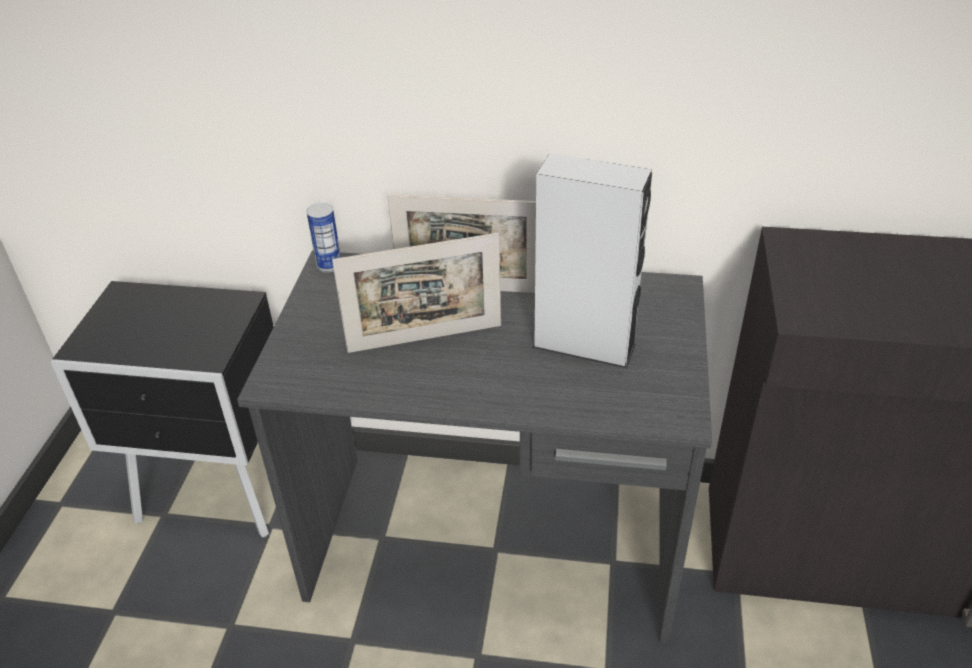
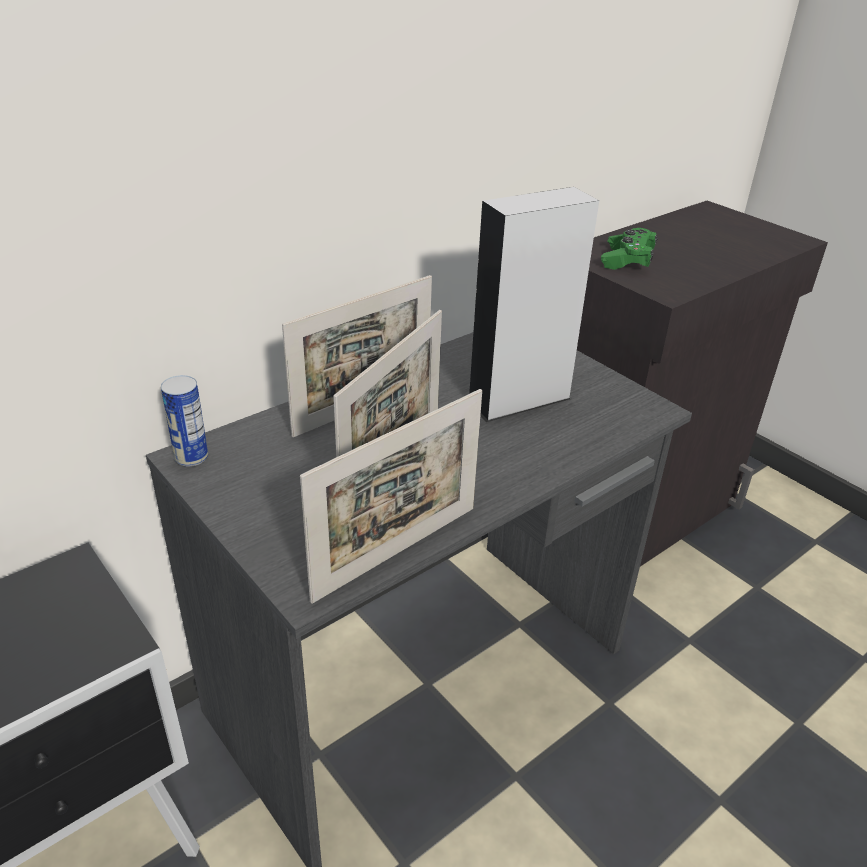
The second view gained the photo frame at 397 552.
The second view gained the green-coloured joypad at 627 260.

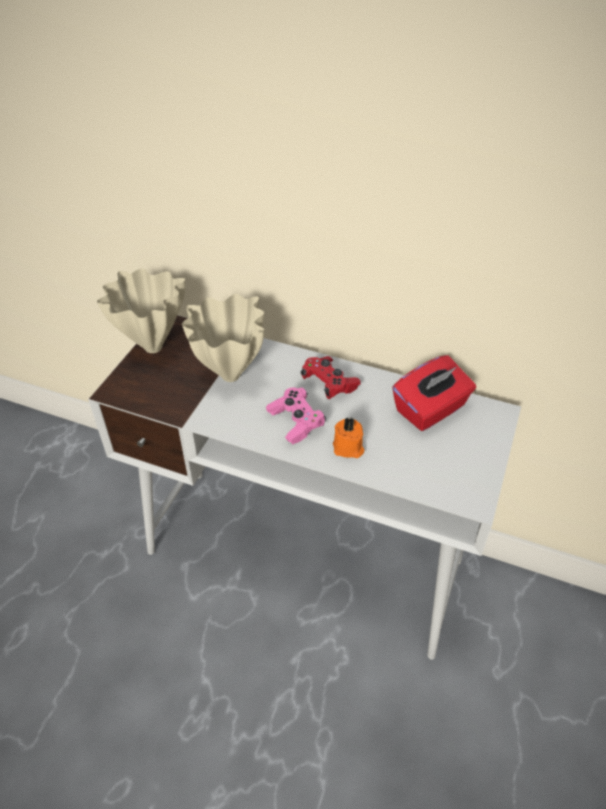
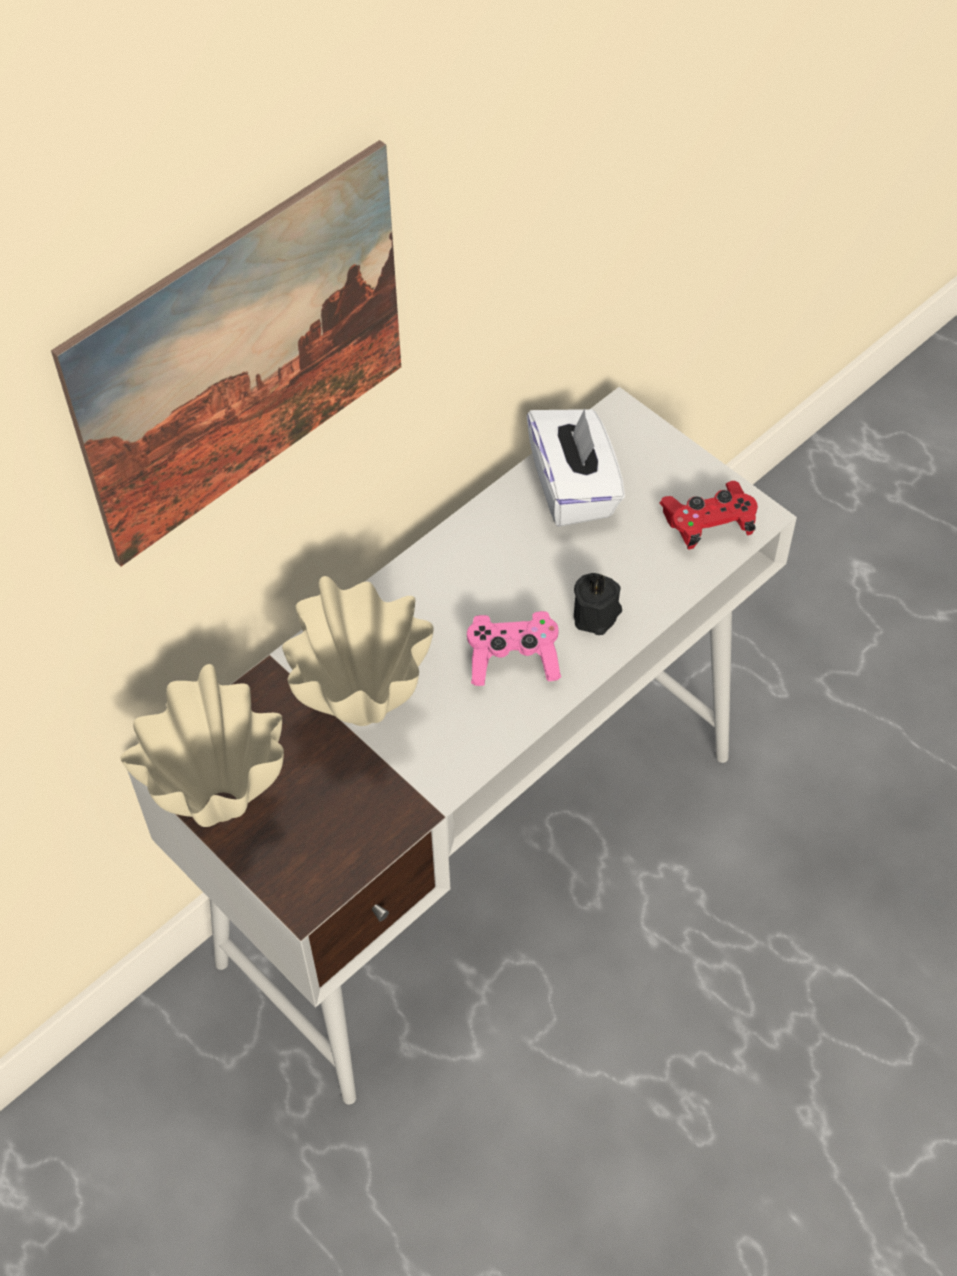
The red joypad ended up elsewhere, having gone from 329 384 to 708 524.
What was the orange candle at 348 448 turned into the blackish candle at 597 615.
What was the red tissue holder at 430 410 turned into the whitish tissue holder at 574 488.
The second view gained the wall picture at 243 357.

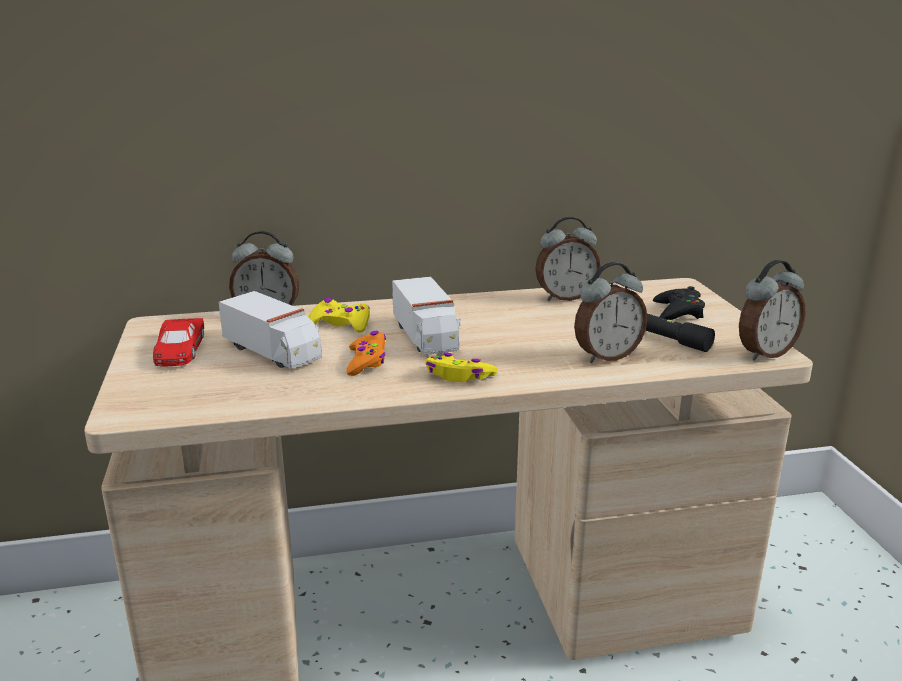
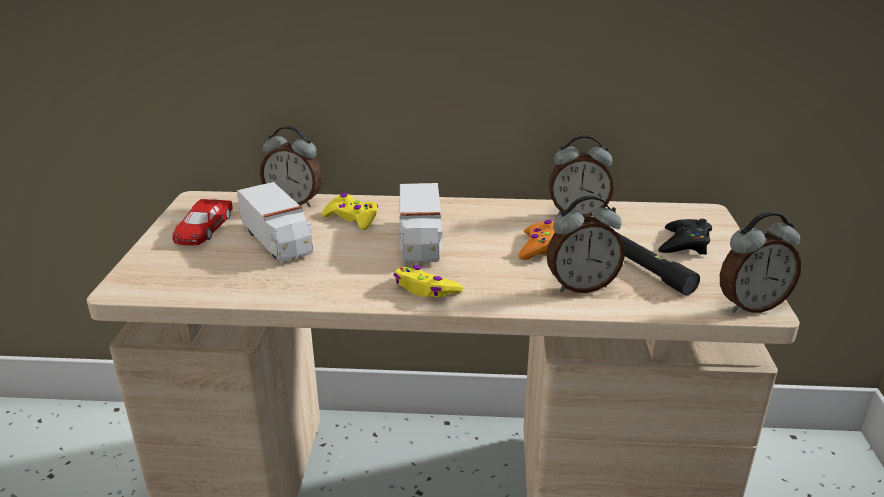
The orange joypad ended up elsewhere, having gone from 367 361 to 538 247.

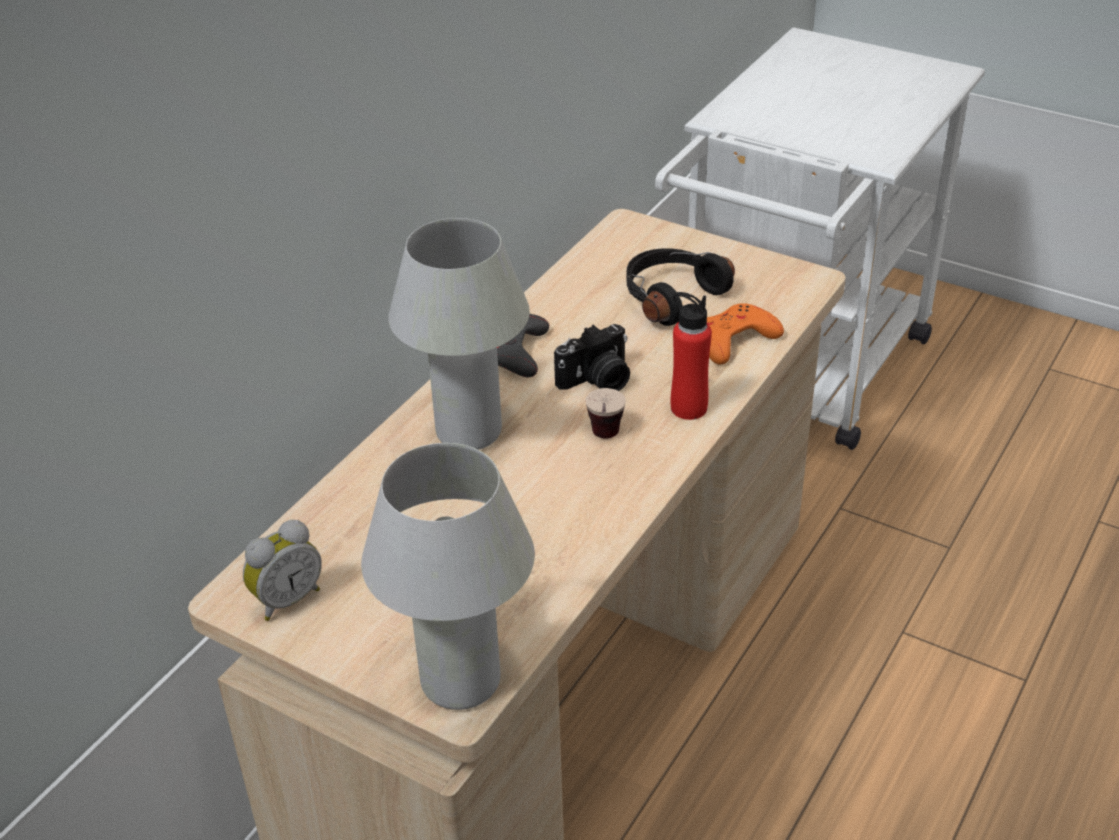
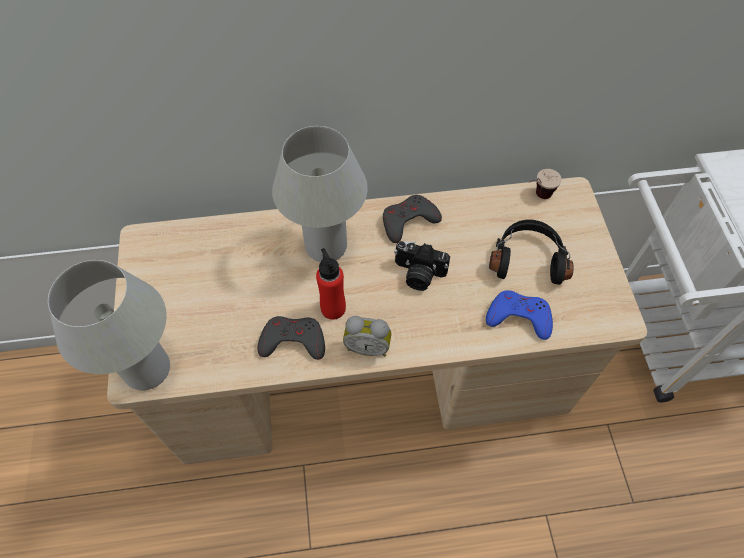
The alarm clock ended up elsewhere, having gone from 286 599 to 367 346.
The drinking cup ended up elsewhere, having gone from 604 441 to 536 197.
The red bottle ended up elsewhere, having gone from 688 408 to 333 308.
What was the orange joypad at 734 340 turned into the bluish joypad at 518 317.
The second view gained the grey joypad at 293 341.

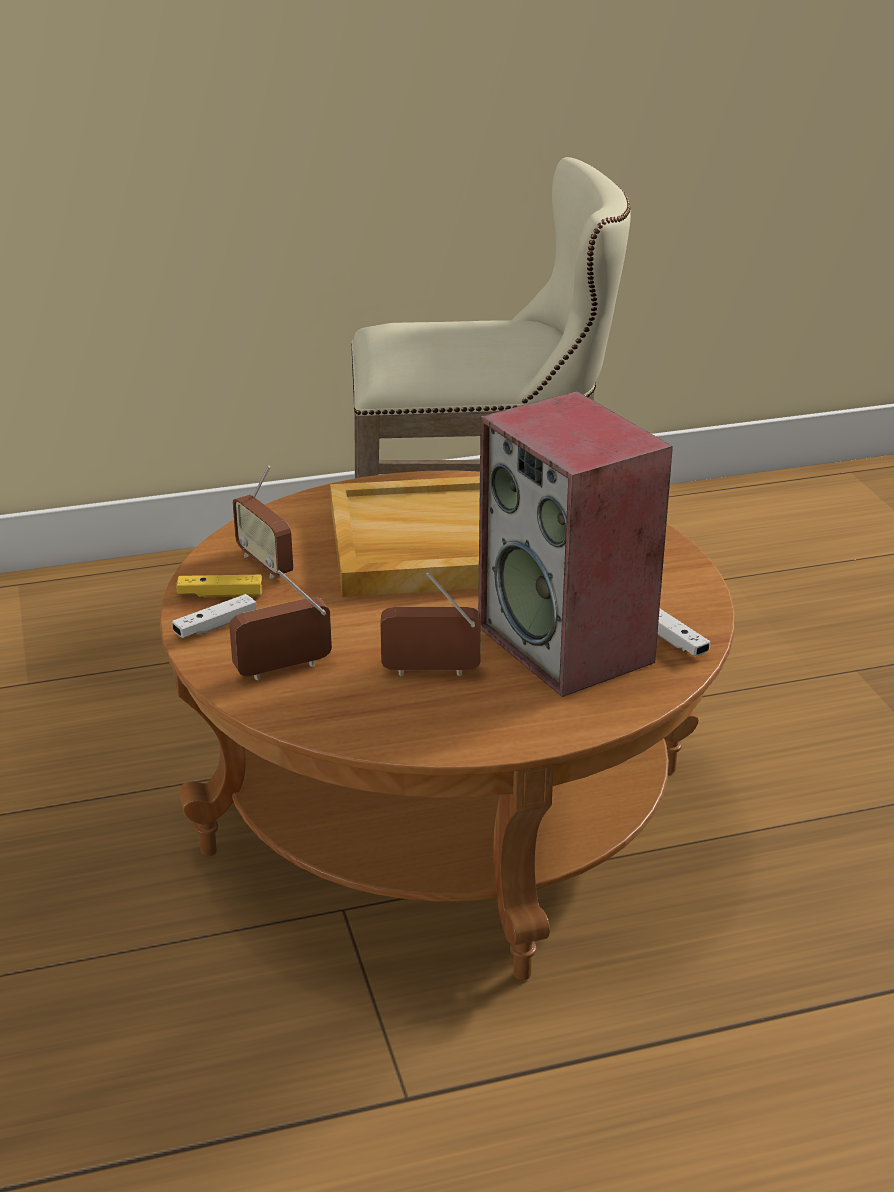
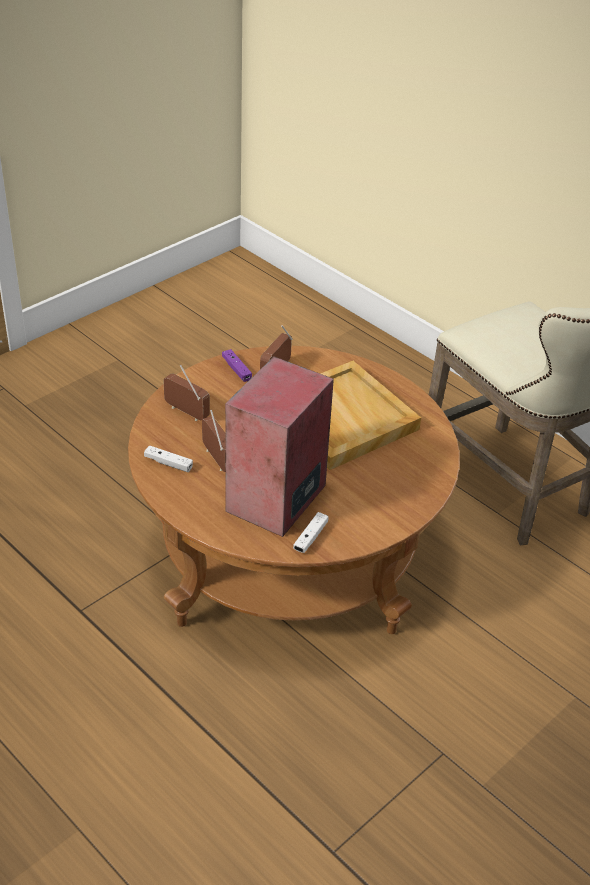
The whitish joypad ended up elsewhere, having gone from 215 626 to 168 463.
What was the yellow-coloured joypad at 220 594 turned into the purple joypad at 236 369.

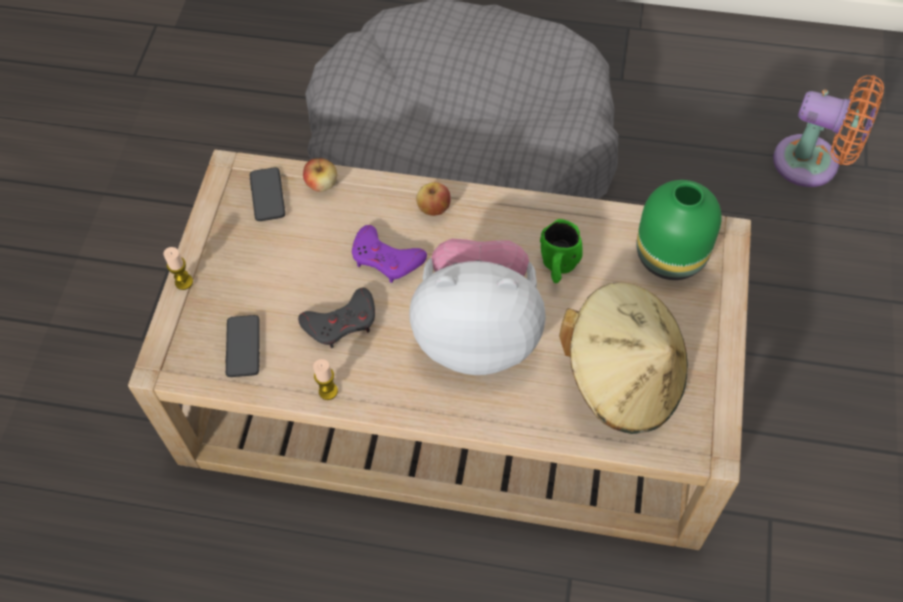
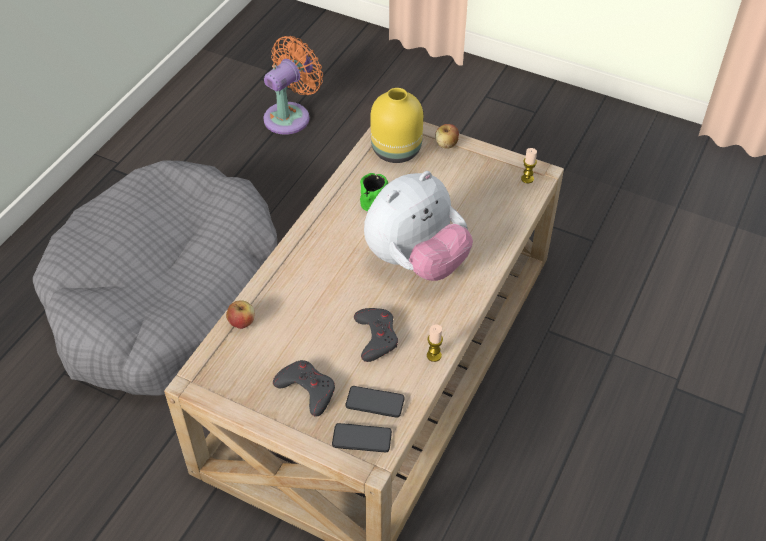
The candle ended up elsewhere, having gone from 184 282 to 527 179.
The handset ended up elsewhere, having gone from 267 195 to 362 438.
The second view lost the purple joypad at 386 258.
The plush toy at 478 333 ended up facing another way, 150 degrees counterclockwise from before.
The apple ended up elsewhere, having gone from 434 208 to 446 144.
The second view lost the beige clothing hat at 623 378.
What was the green-coloured decorative vase at 672 256 turned into the yellow-coloured decorative vase at 396 149.
The second view gained the grey joypad at 307 389.

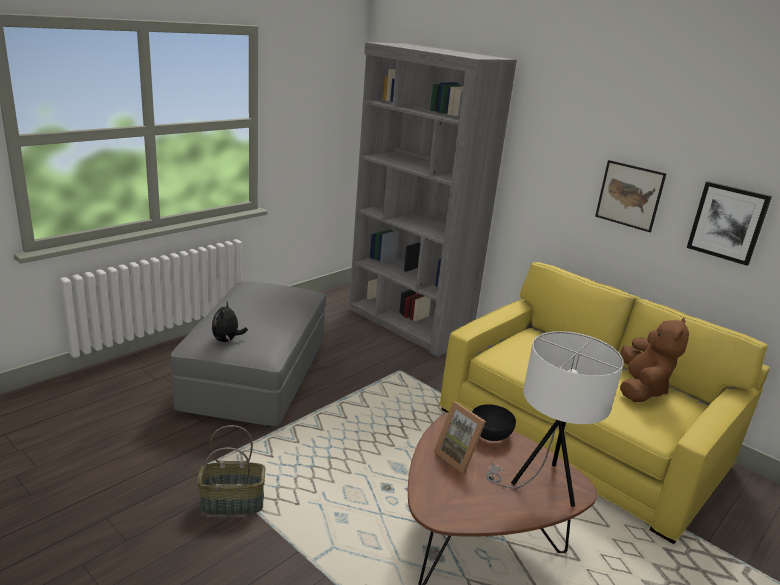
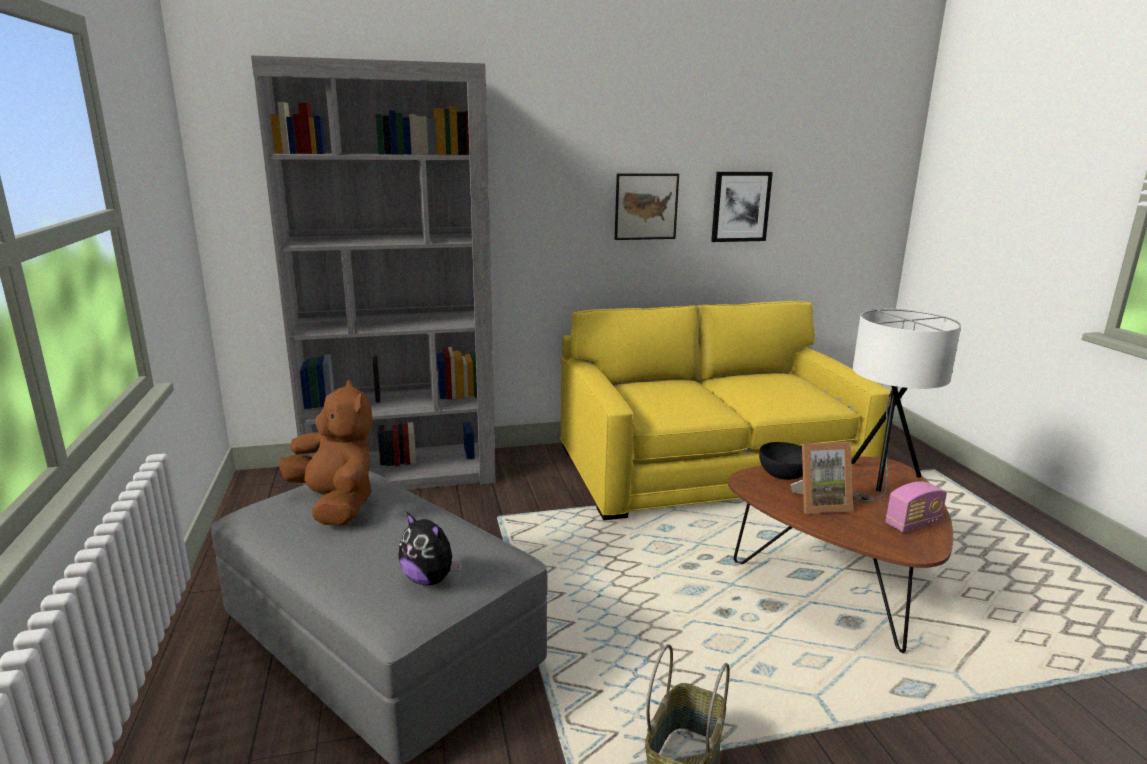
The brownish plush toy ended up elsewhere, having gone from 641 389 to 336 504.
The second view gained the radio receiver at 913 524.

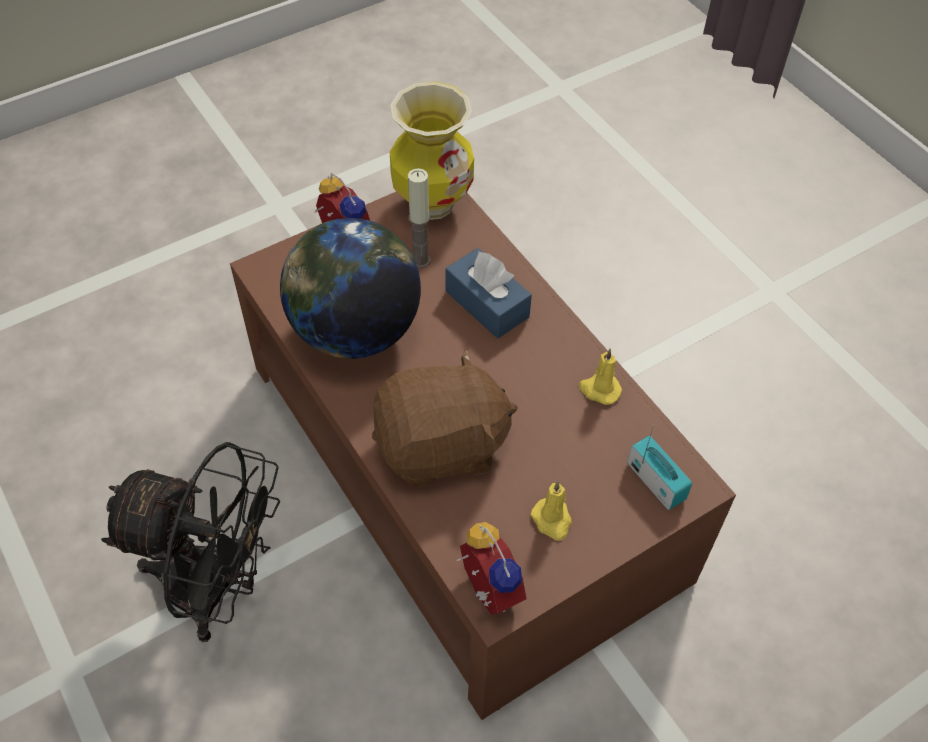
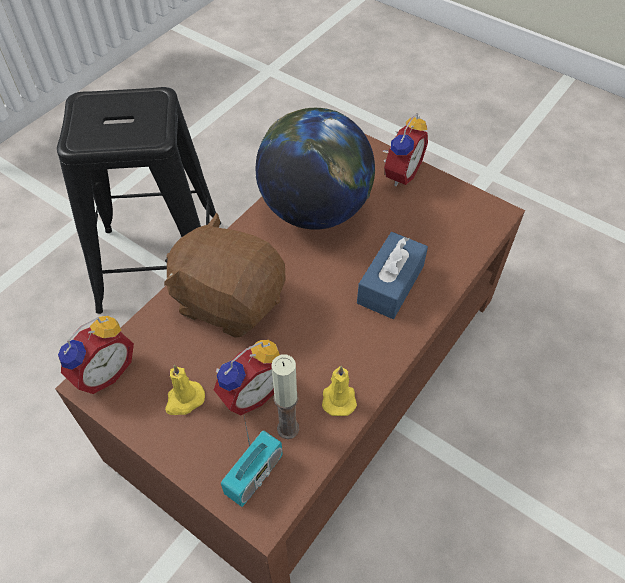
Where the blackish electric fan stood at 218 588, the blackish stool came to stand at 160 265.
The brownish plush toy at 442 447 ended up facing another way, 150 degrees clockwise from before.
The second view lost the decorative vase at 432 204.
The candle ended up elsewhere, having gone from 420 260 to 288 428.
The second view gained the alarm clock at 250 392.

